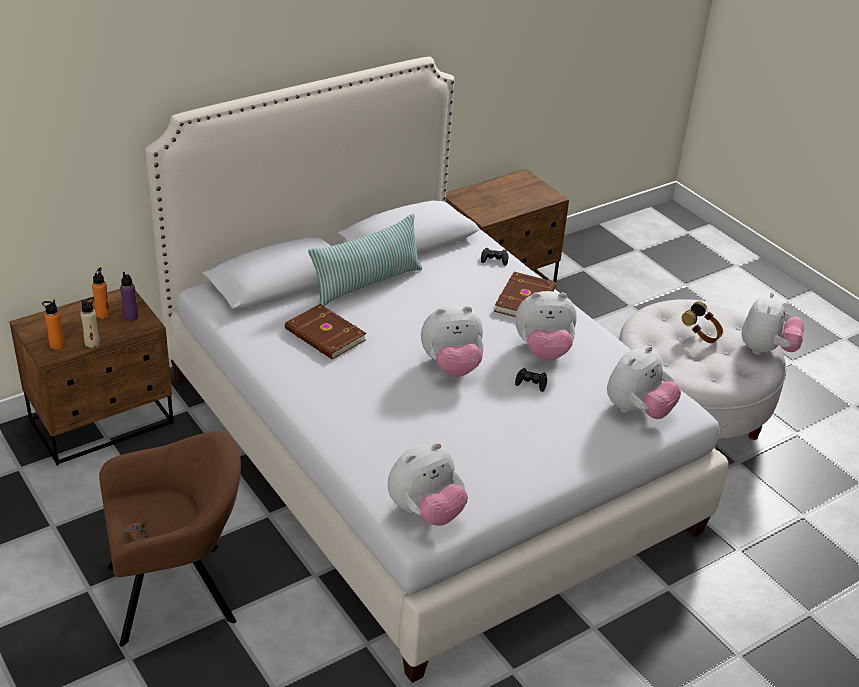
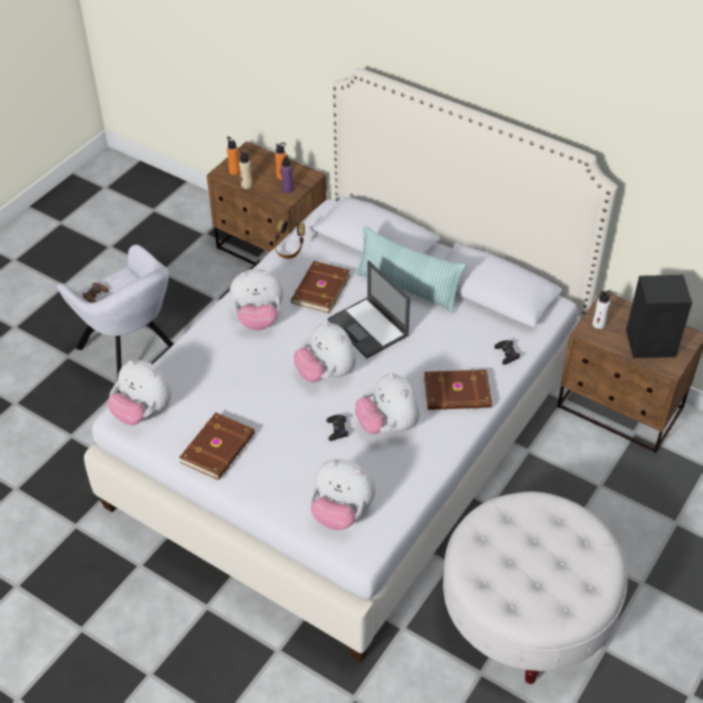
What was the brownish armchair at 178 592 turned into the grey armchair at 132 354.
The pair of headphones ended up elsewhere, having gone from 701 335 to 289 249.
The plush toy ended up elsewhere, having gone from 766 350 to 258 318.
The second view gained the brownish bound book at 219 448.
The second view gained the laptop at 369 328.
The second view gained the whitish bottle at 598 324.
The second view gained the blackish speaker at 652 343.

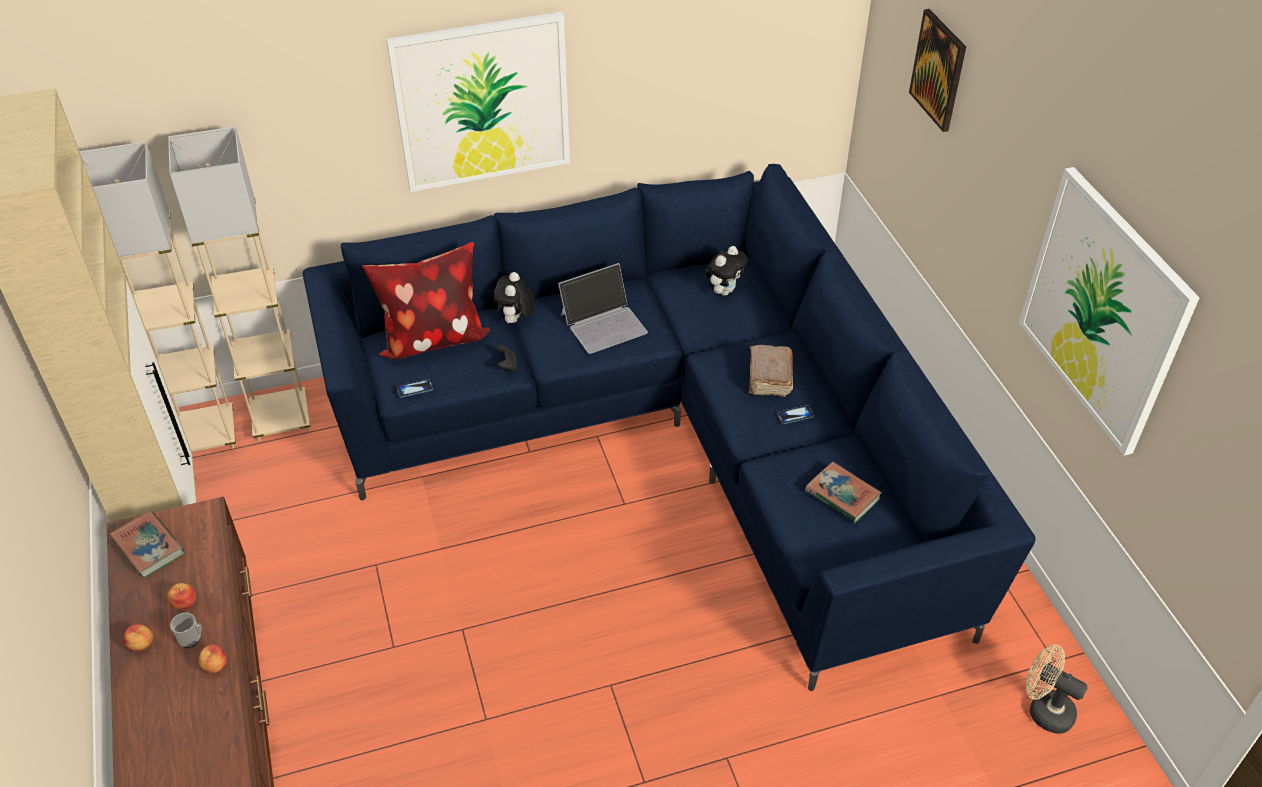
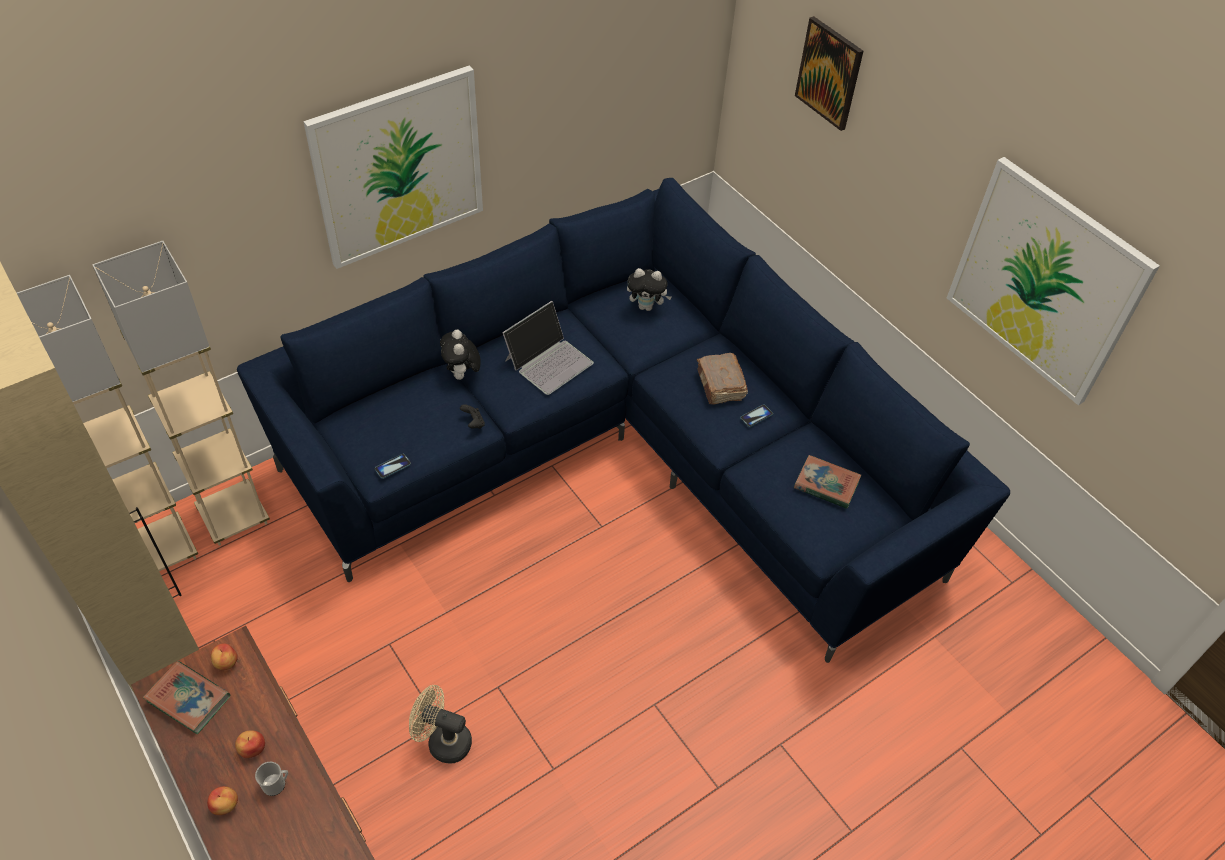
The apple ended up elsewhere, having gone from 215 666 to 226 663.
The second view lost the cushion at 432 338.
The plush toy at 724 290 ended up facing another way, 75 degrees clockwise from before.
The beige electric fan ended up elsewhere, having gone from 1044 710 to 443 741.

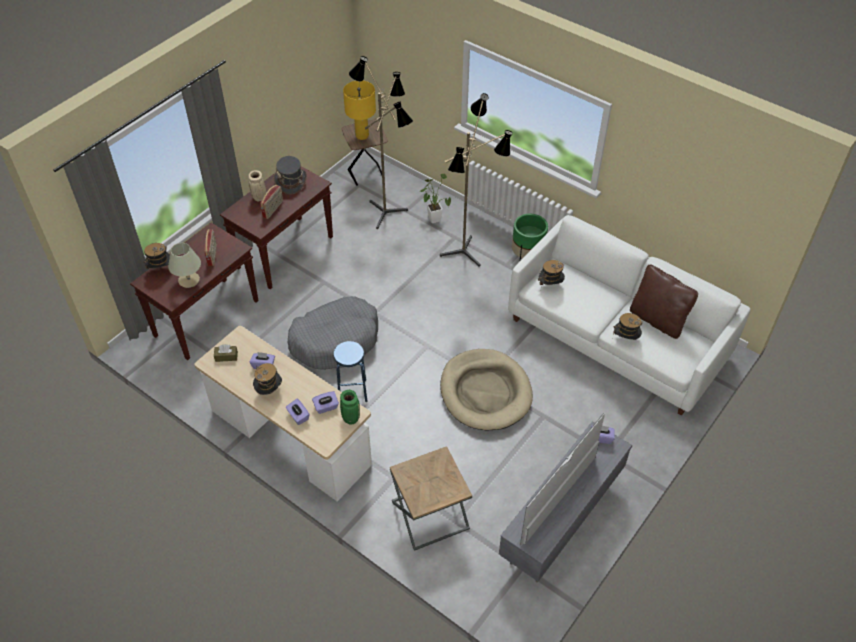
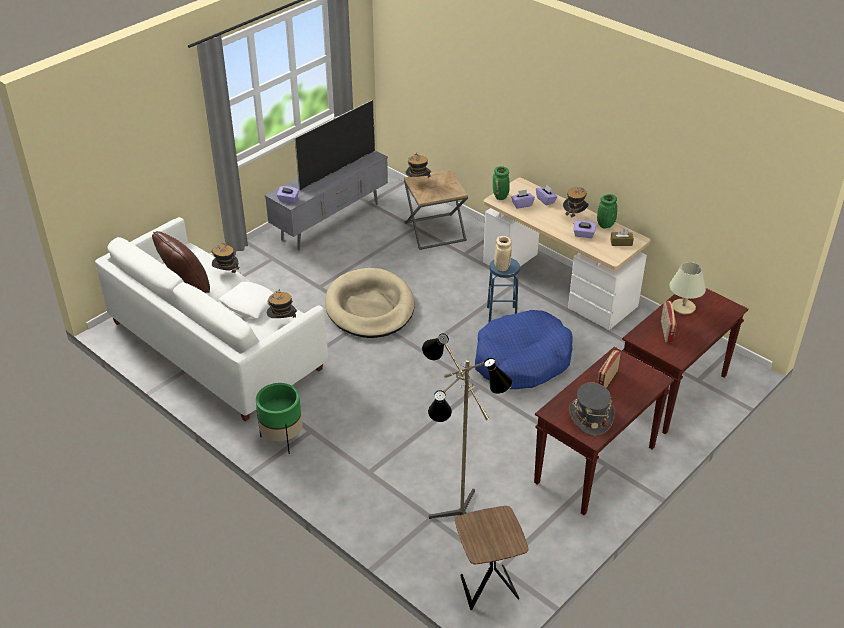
The clothing hat ended up elsewhere, having gone from 161 269 to 418 182.
The beige decorative vase ended up elsewhere, having gone from 259 198 to 501 267.
What was the grey dog bed at 335 340 turned into the bluish dog bed at 521 361.
The second view lost the yellow-coloured lamp for a table at 362 135.
The second view lost the potted plant at 433 218.
The second view lost the floor lamp at 468 253.
The second view gained the whitish cushion at 249 304.
The second view gained the green-coloured decorative vase at 605 226.

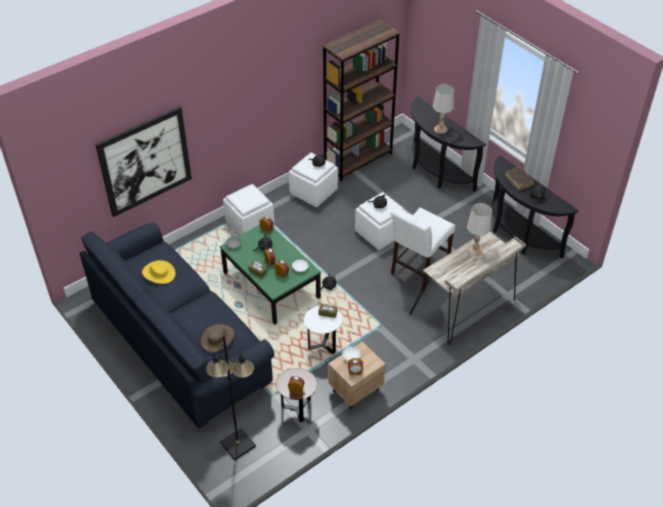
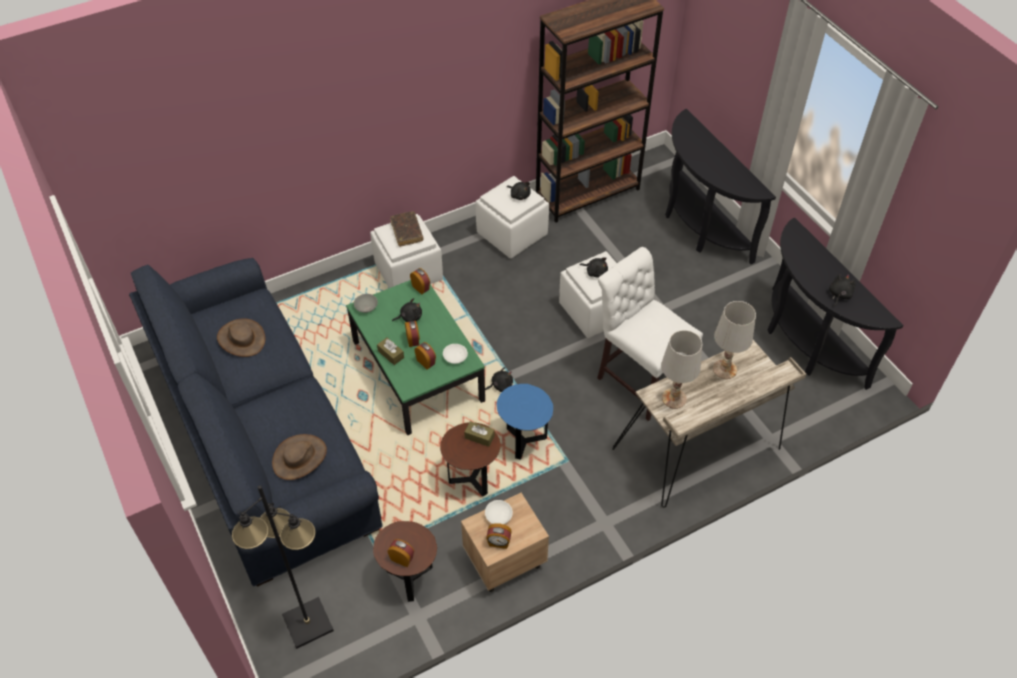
The second view lost the wall picture at 145 161.
What was the yellow-coloured clothing hat at 159 273 turned into the brownish clothing hat at 241 339.
What was the whitish end table at 323 345 turned into the brownish end table at 471 480.
The whitish chair at 417 270 ended up facing another way, 90 degrees clockwise from before.
The whitish lamp for a table ended up elsewhere, having gone from 440 129 to 674 399.
The brownish bound book ended up elsewhere, having gone from 519 180 to 407 232.
The second view gained the bluish end table at 524 441.

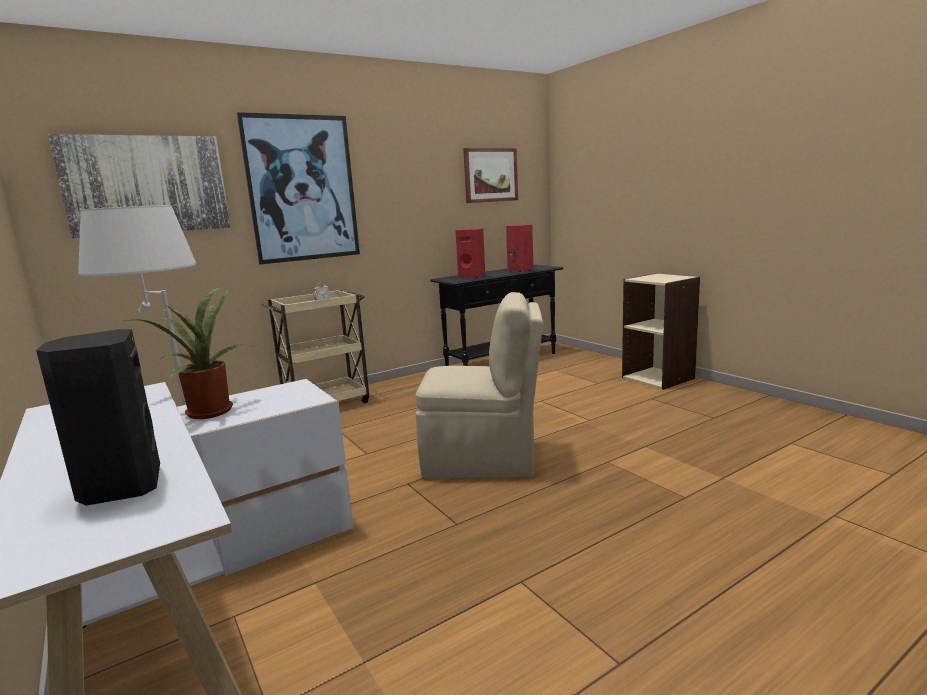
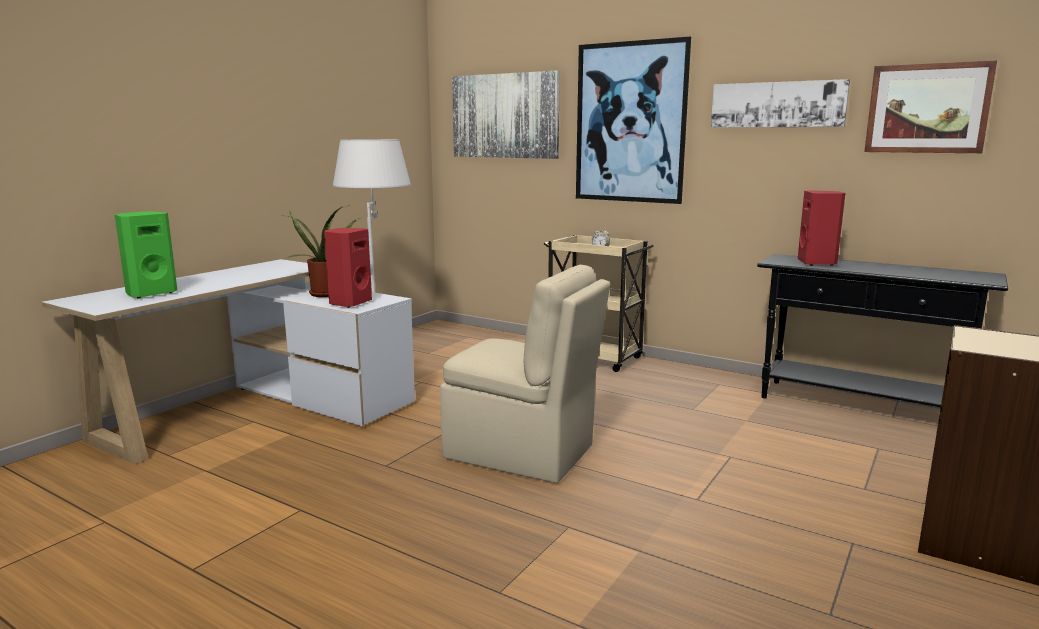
What was the blackish speaker at 120 487 turned into the green-coloured speaker at 150 293.
The beige chair at 483 459 ended up facing another way, 45 degrees counterclockwise from before.
The red speaker ended up elsewhere, having gone from 519 270 to 349 303.
The second view gained the wall picture at 777 104.

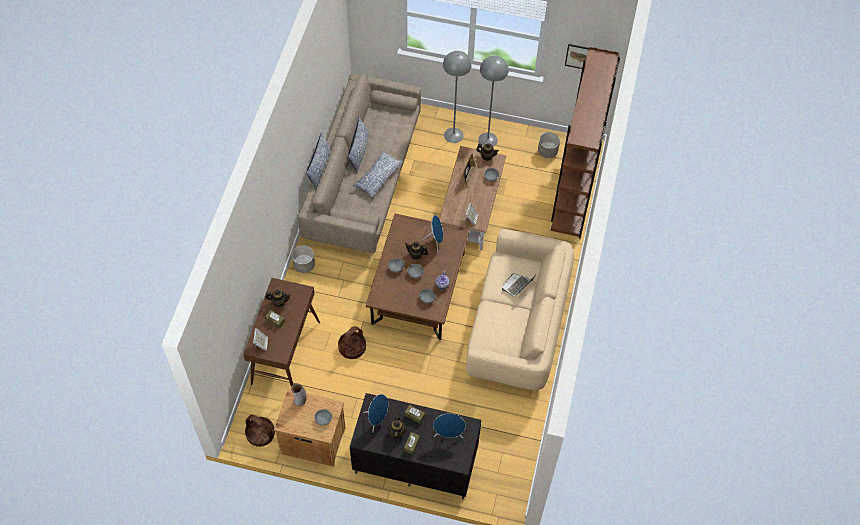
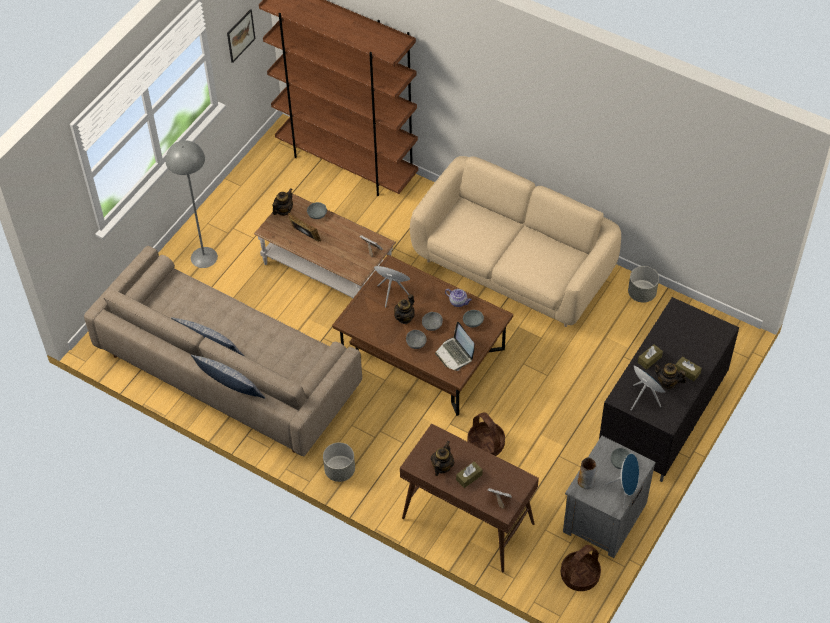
What was the brownish night table at 312 439 turned into the grey night table at 603 518.
The second view lost the cushion at 377 177.
The bluish speaker ended up elsewhere, having gone from 448 434 to 625 490.
The second view lost the grey floor lamp at 488 140.
The laptop ended up elsewhere, having gone from 517 286 to 455 354.
The grey flower pot ended up elsewhere, having gone from 547 152 to 642 293.

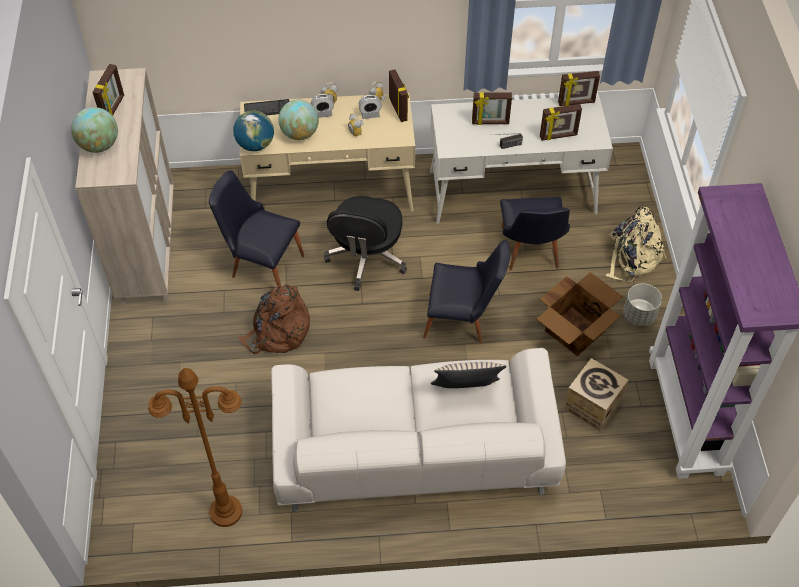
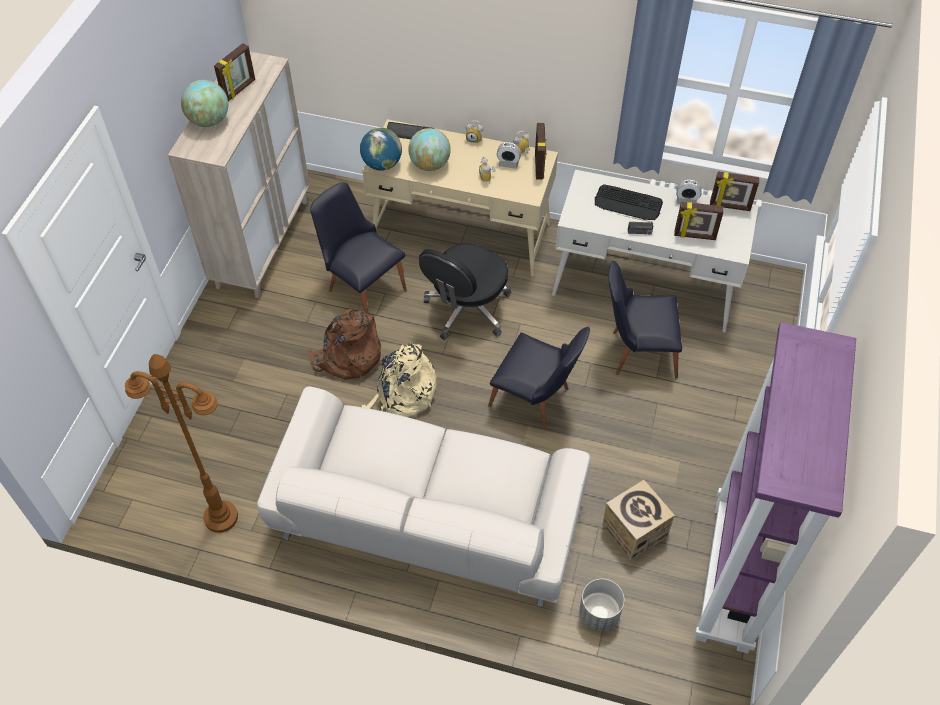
The alarm clock ended up elsewhere, having gone from 323 113 to 686 201.
The second view lost the beige cushion at 466 391.
Where the photo frame stood at 490 122, the keyboard came to stand at 628 203.
The blackish chair at 530 253 ended up facing another way, 75 degrees clockwise from before.
The second view lost the packing box at 575 331.
The beige backpack ended up elsewhere, having gone from 632 257 to 402 395.
The grey flower pot ended up elsewhere, having gone from 639 315 to 599 614.

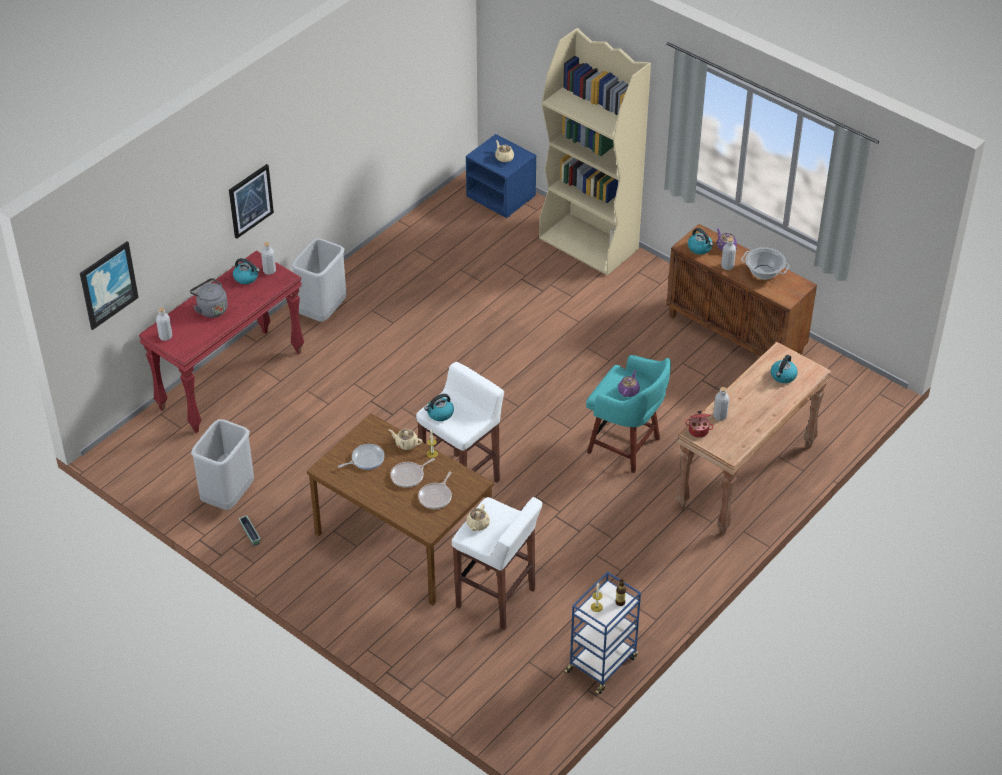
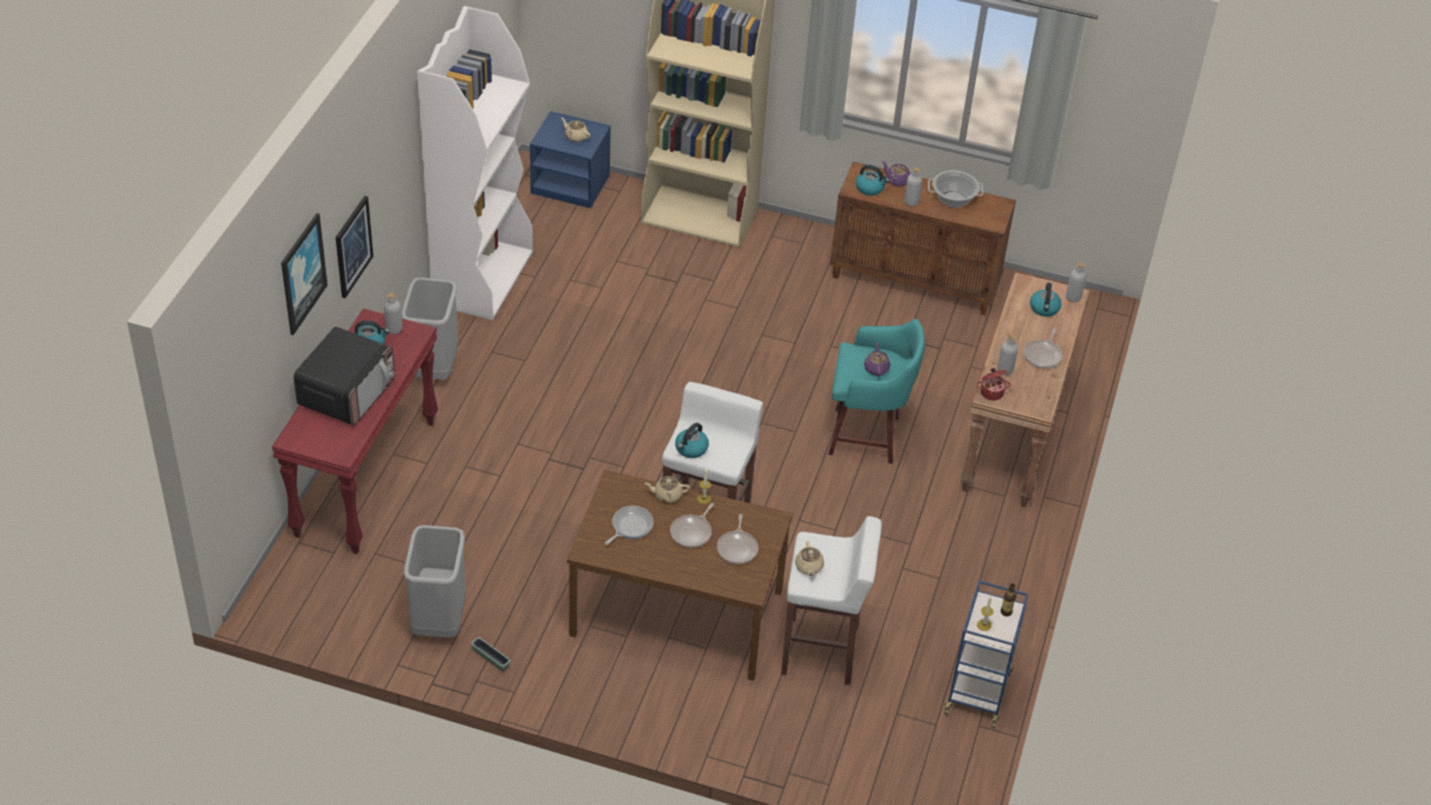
The wall picture ended up elsewhere, having gone from 108 284 to 302 273.
The grey bottle ended up elsewhere, having gone from 165 336 to 1073 298.
Where the grey kettle stood at 211 309, the microwave oven came to stand at 347 392.
The second view gained the whitish bookshelf at 482 277.
The second view gained the skillet at 1043 355.

